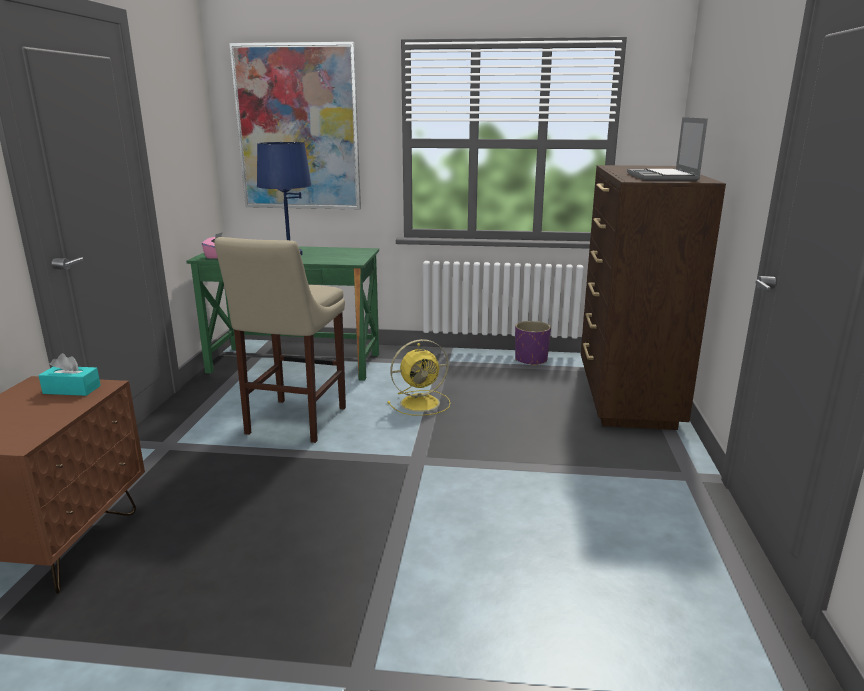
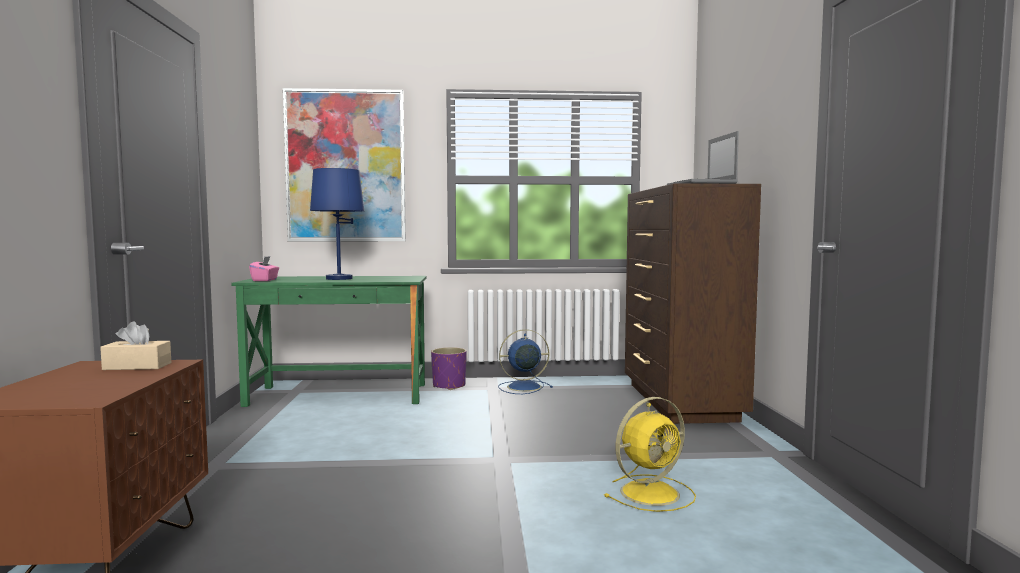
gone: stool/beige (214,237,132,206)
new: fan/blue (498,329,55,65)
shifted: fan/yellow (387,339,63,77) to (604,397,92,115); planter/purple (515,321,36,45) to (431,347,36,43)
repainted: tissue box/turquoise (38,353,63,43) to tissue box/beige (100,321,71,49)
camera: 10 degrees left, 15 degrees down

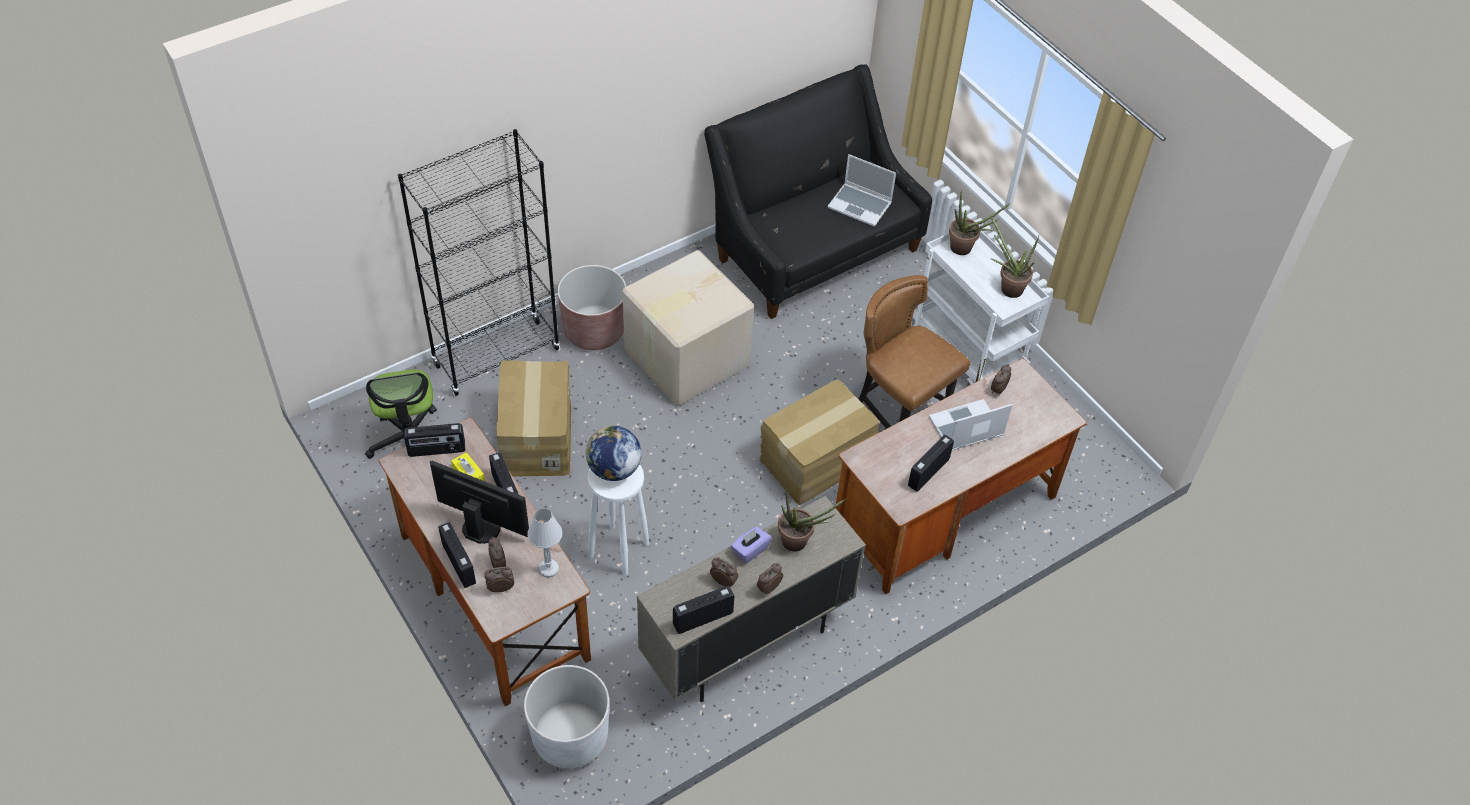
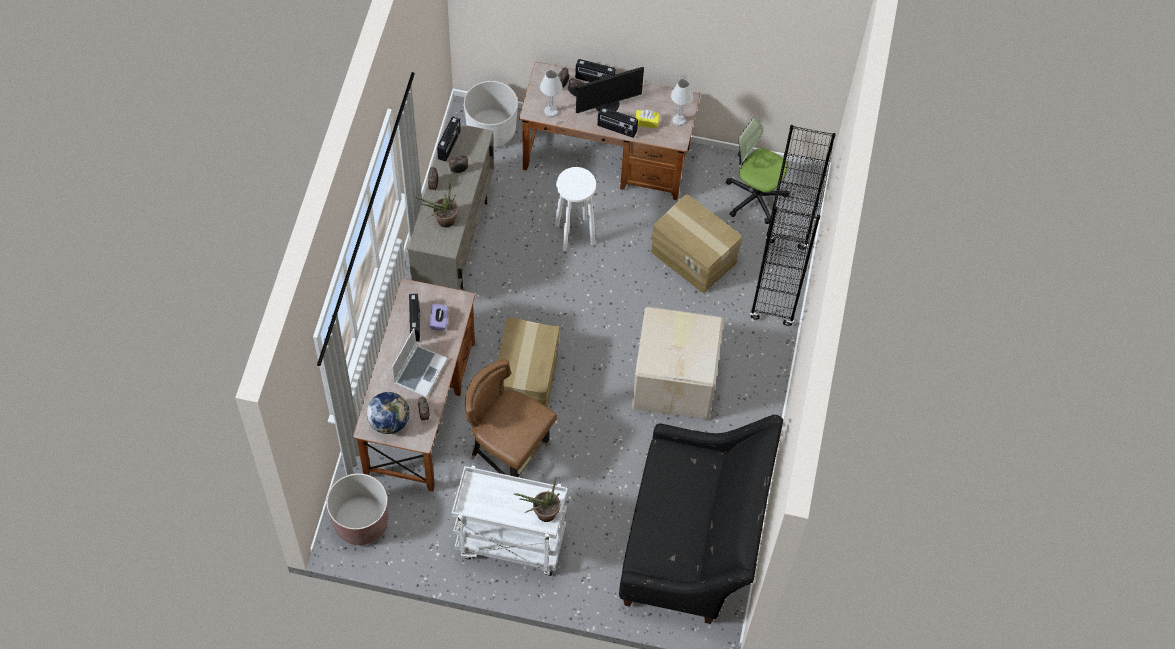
gone: laptop (828,154,68,73); potted plant (991,217,48,81)
shifted: planter/brown (558,265,68,85) to (326,473,62,72); globe (586,426,56,55) to (367,392,43,42); tissue box/purple (731,526,41,37) to (430,303,18,28)
swapped: radio (404,423,61,34) to table lamp/white (671,79,22,47)
rotated: chair/brown (858,275,112,154) = (465,360,92,117) 150 degrees counterclockwise
camera: 135 degrees right, 10 degrees up

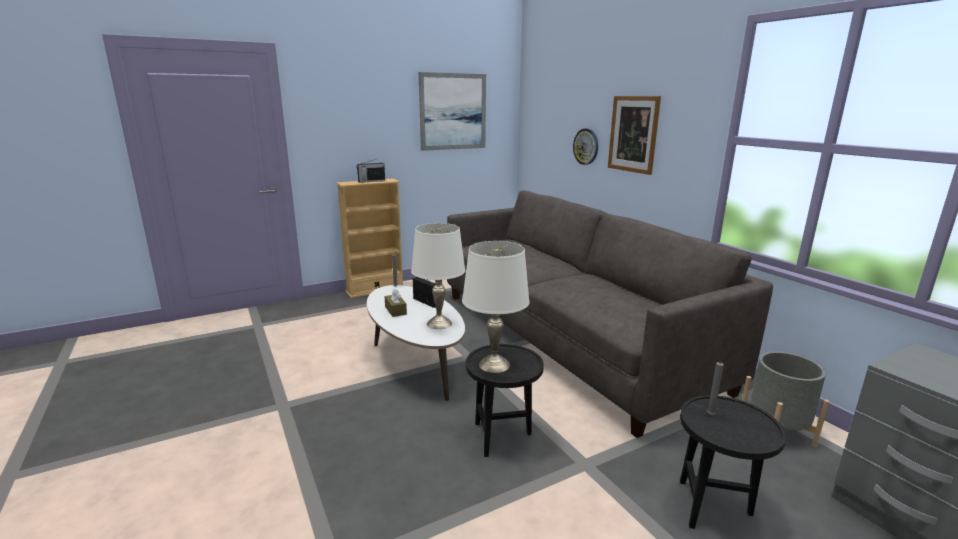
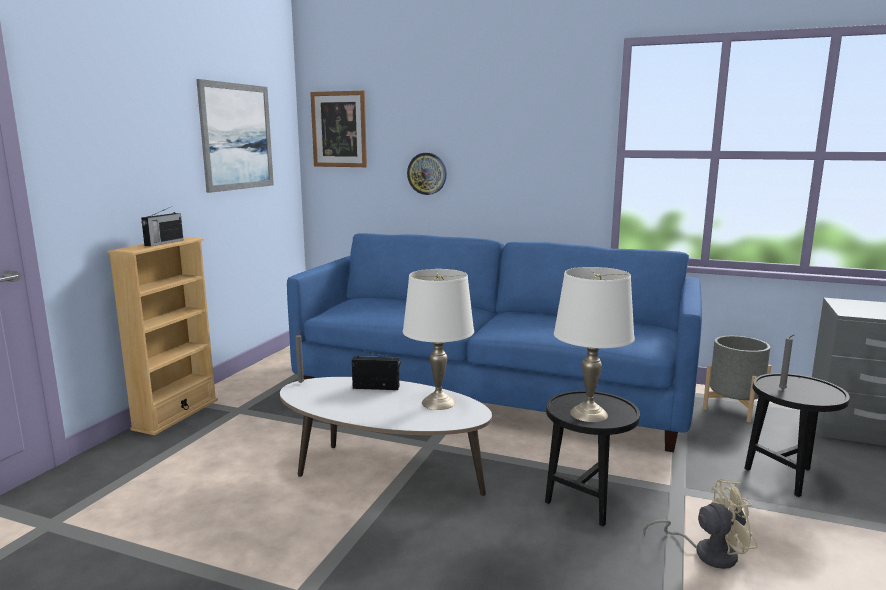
gone: tissue box/brown (385,289,22,28)
new: fan/beige (643,479,115,90)
shifted: picture (608,96,53,79) to (310,91,57,76)
repainted: sofa/grey (447,190,326,248) to sofa/blue (287,233,415,219)
camera: 40 degrees left, 5 degrees down

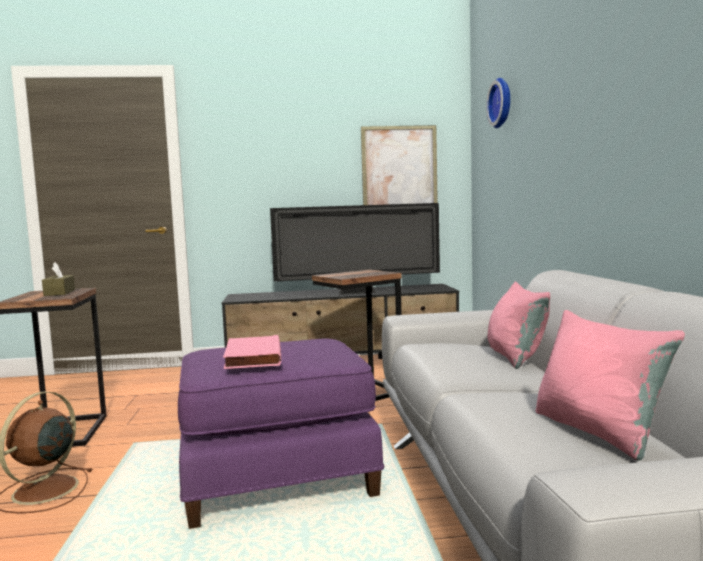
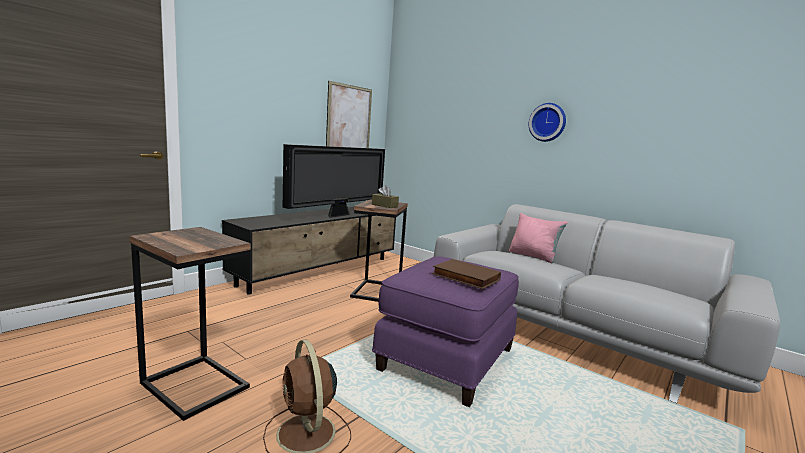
gone: pillow/pink (535,310,150,151)
shifted: tissue box/brown (42,262,33,34) to (372,185,27,23); wall clock (486,78,24,50) to (529,103,37,39)
repainted: book/pink (223,335,58,34) to book/brown (432,259,69,30)
camera: 45 degrees left, 5 degrees up

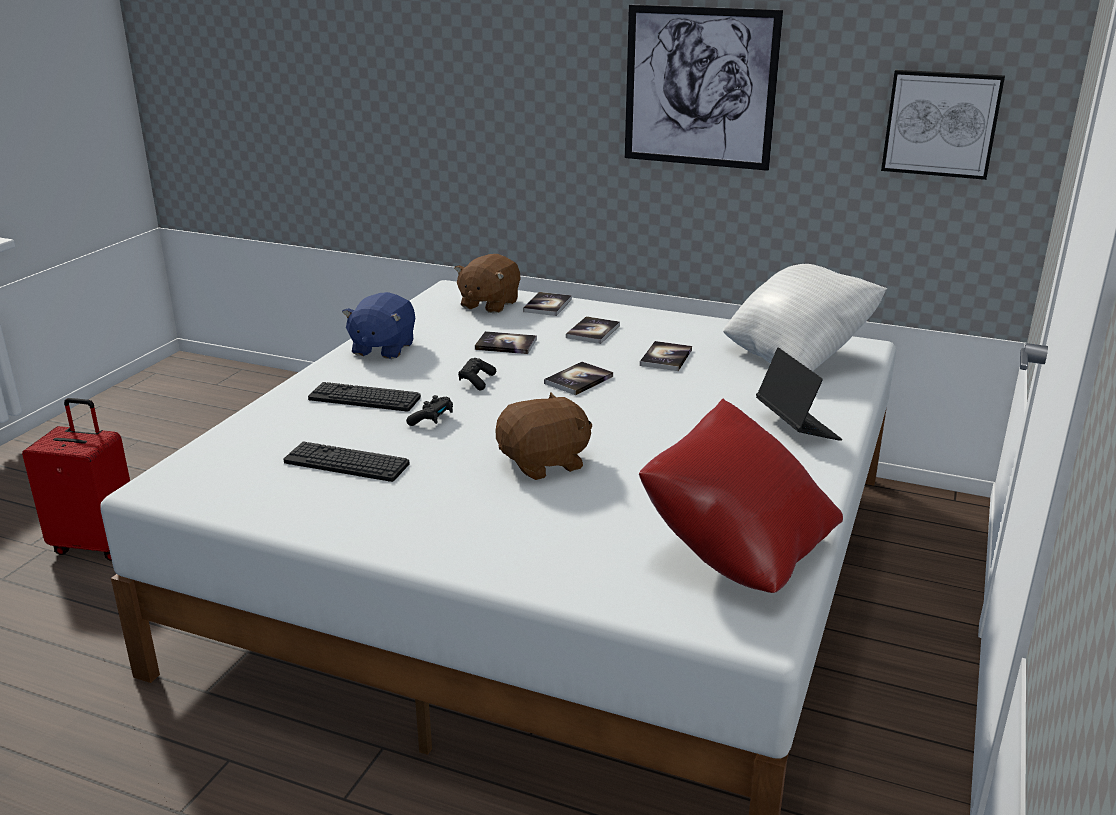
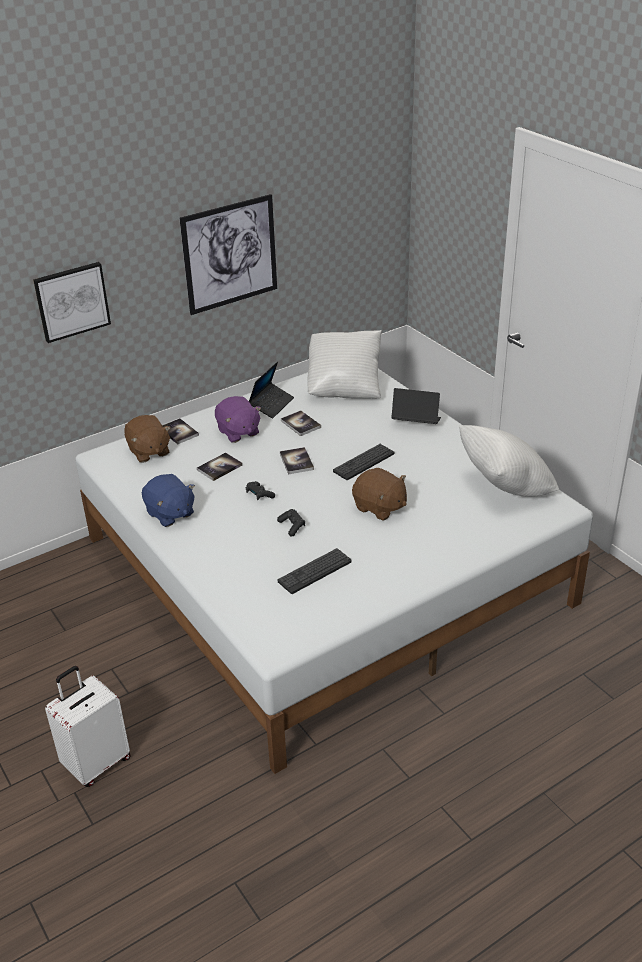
new: laptop (249,362,45,56)
shifted: keyboard (308,382,113,30) to (333,444,61,36); picture (881,70,124,110) to (33,262,78,81)
swapped: book (566,316,54,28) to plush toy/purple (215,396,46,47)
repainted: suitcase/red (22,398,108,163) to suitcase/white (45,666,86,121); pillow/red (639,399,204,194) to pillow/white (459,425,100,72)
rotated: plush toy/brown (495,392,97,88) = (352,468,55,53) 120 degrees clockwise
camera: 55 degrees left, 10 degrees up

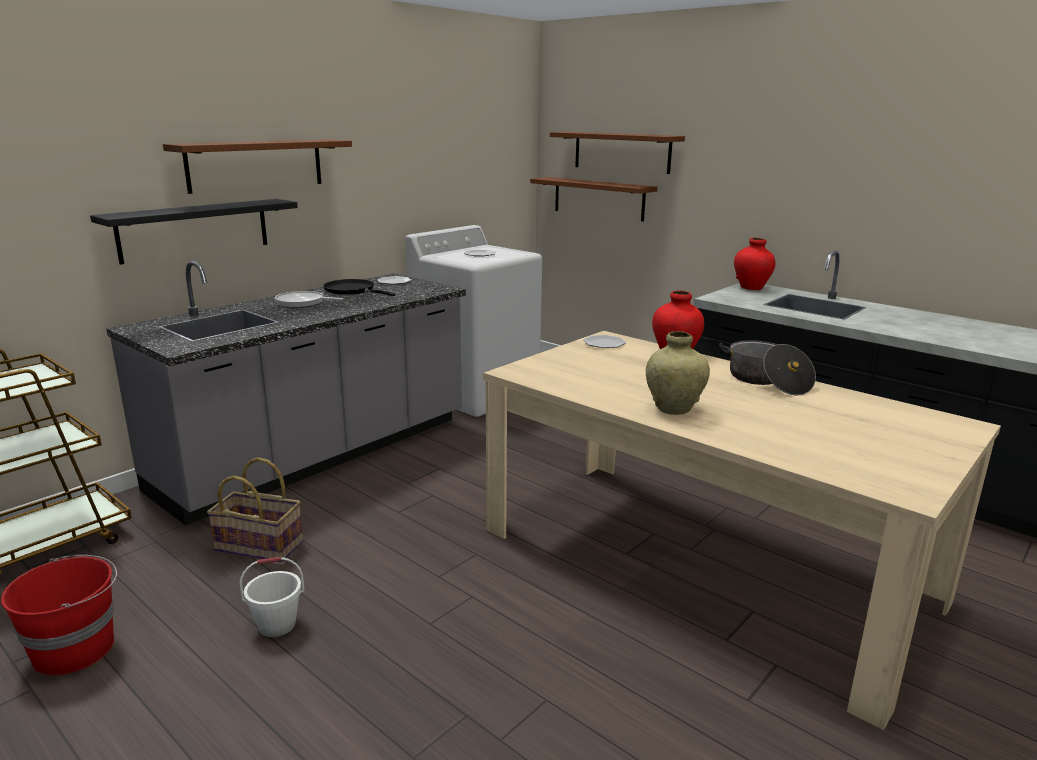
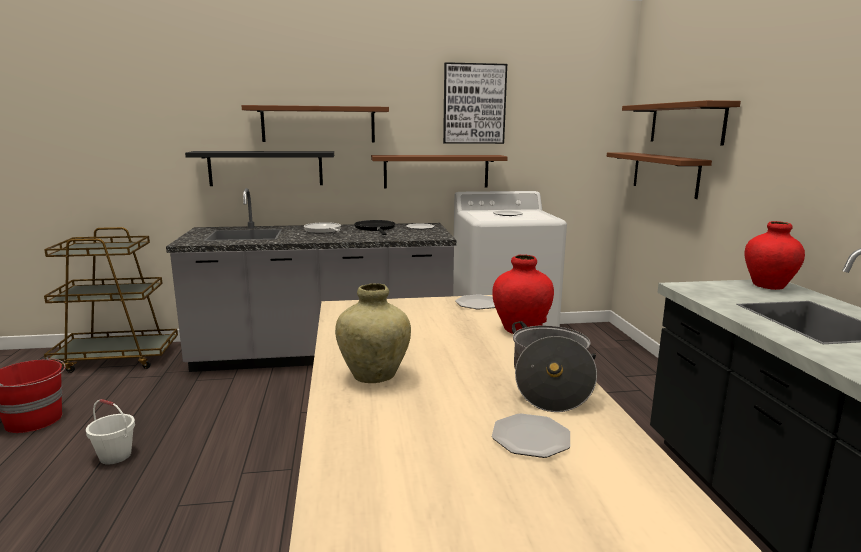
gone: basket (207,457,96,105)
new: shelf/brown (371,155,137,34); picture (443,62,64,82); plate (492,413,78,45)
camera: 40 degrees right, 5 degrees down

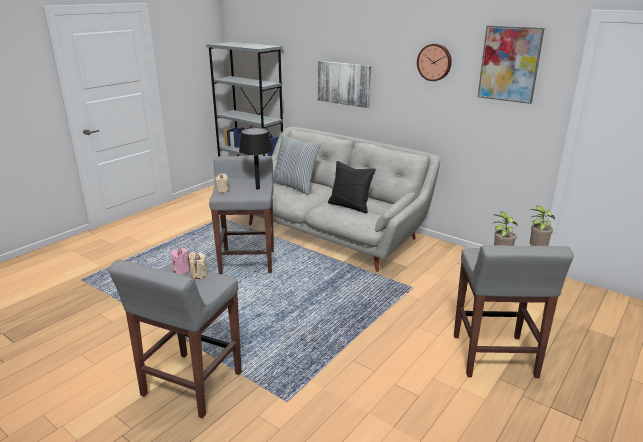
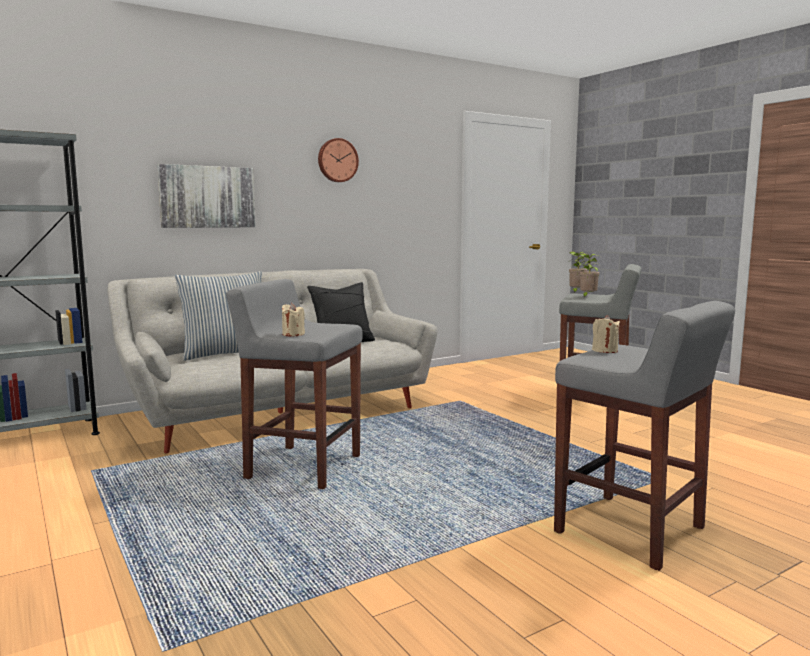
gone: candle/pink (171,248,19,26); table lamp/black (239,128,34,62); picture (478,25,67,79)
camera: 70 degrees left, 15 degrees down

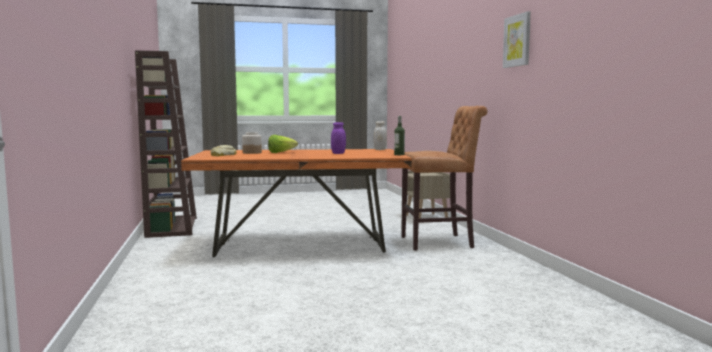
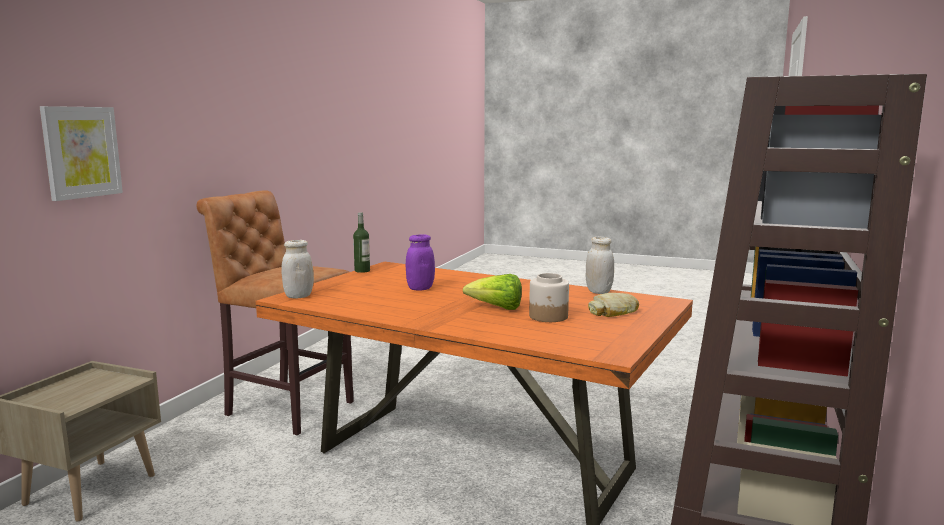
new: jar/white (586,237,28,57)
shifted: picture (503,11,28,57) to (40,106,83,95)
camera: 145 degrees left, 5 degrees up

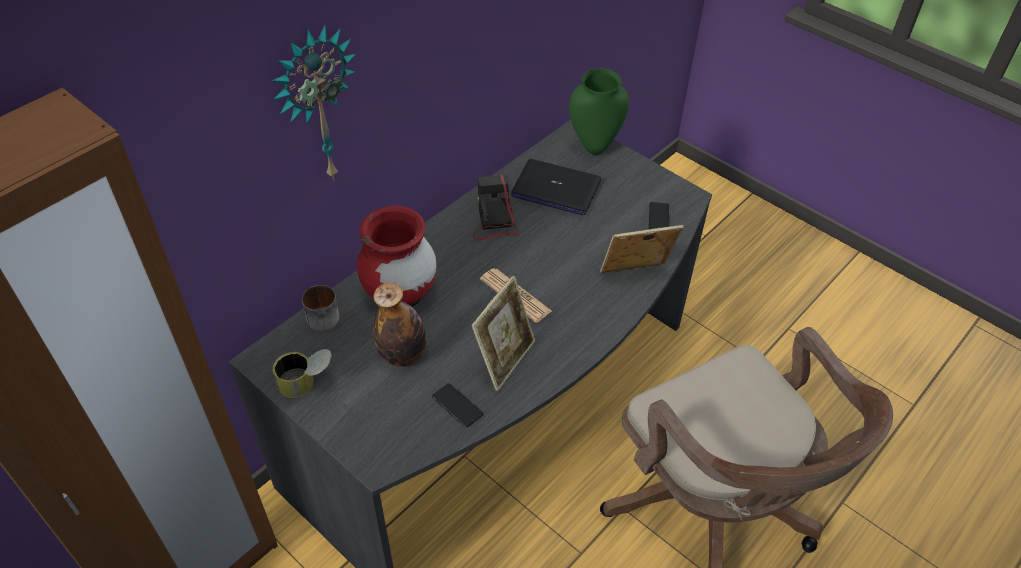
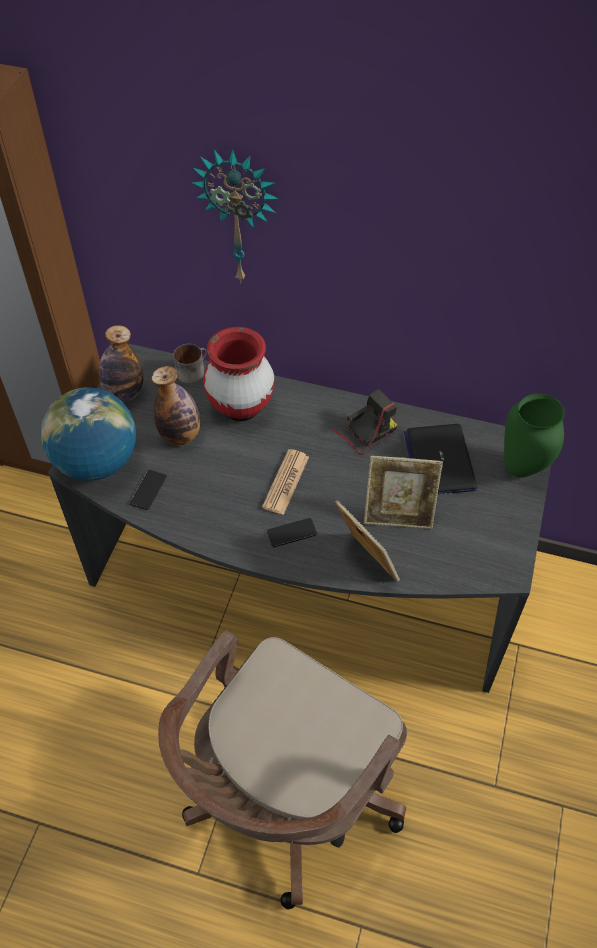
new: globe (41,388,95,93)
shifted: picture frame (471,276,64,115) to (364,456,79,73); phone (649,202,21,27) to (267,518,50,29)
swapped: can (272,349,60,49) to bottle (99,325,44,76)
camera: 65 degrees right, 5 degrees up

